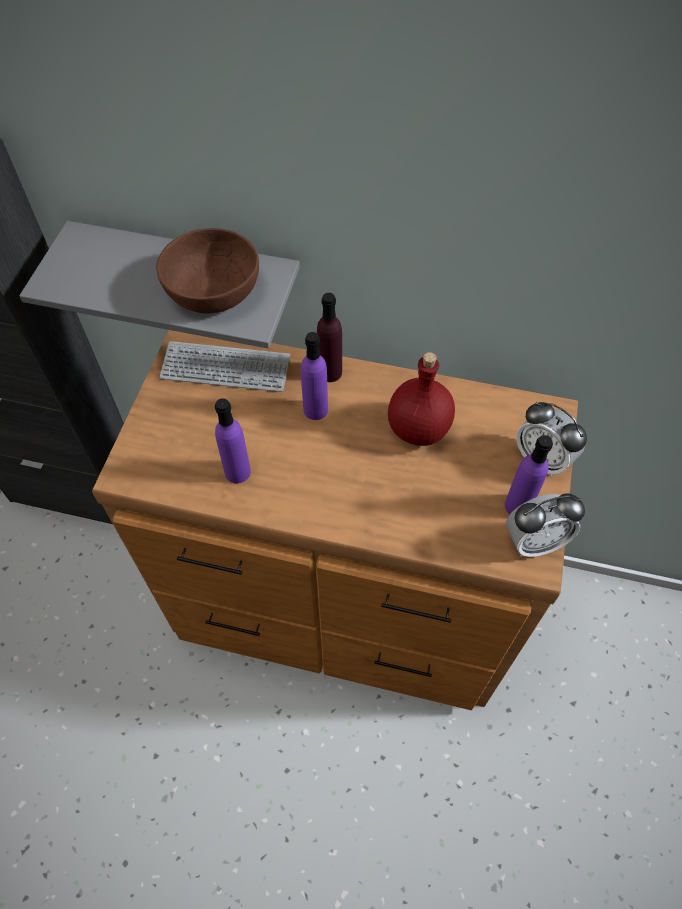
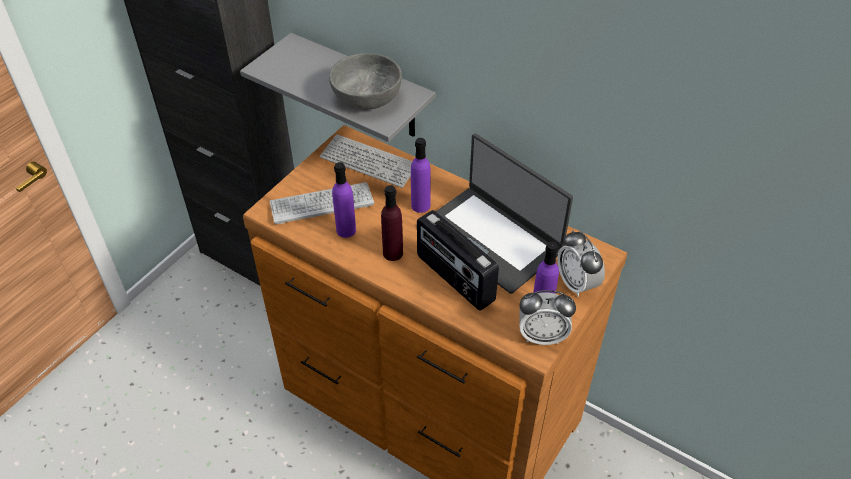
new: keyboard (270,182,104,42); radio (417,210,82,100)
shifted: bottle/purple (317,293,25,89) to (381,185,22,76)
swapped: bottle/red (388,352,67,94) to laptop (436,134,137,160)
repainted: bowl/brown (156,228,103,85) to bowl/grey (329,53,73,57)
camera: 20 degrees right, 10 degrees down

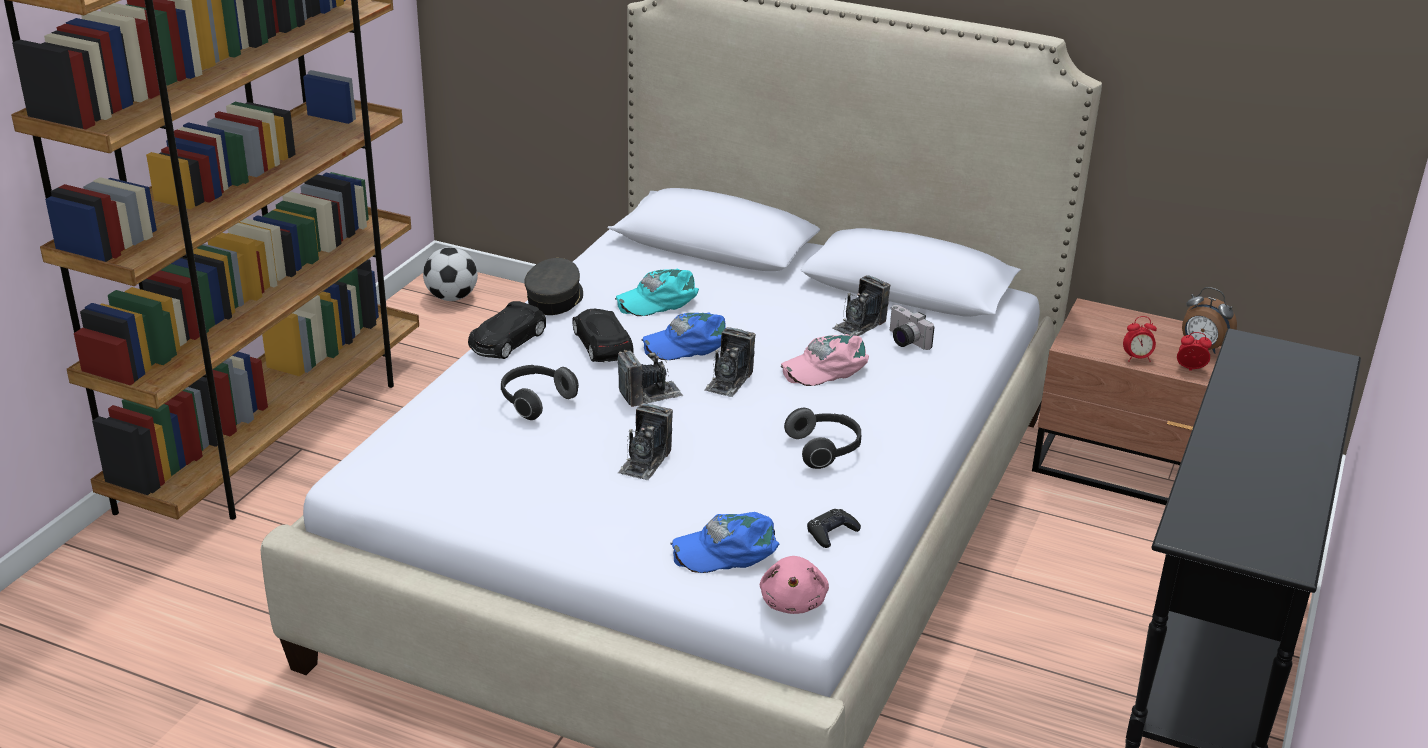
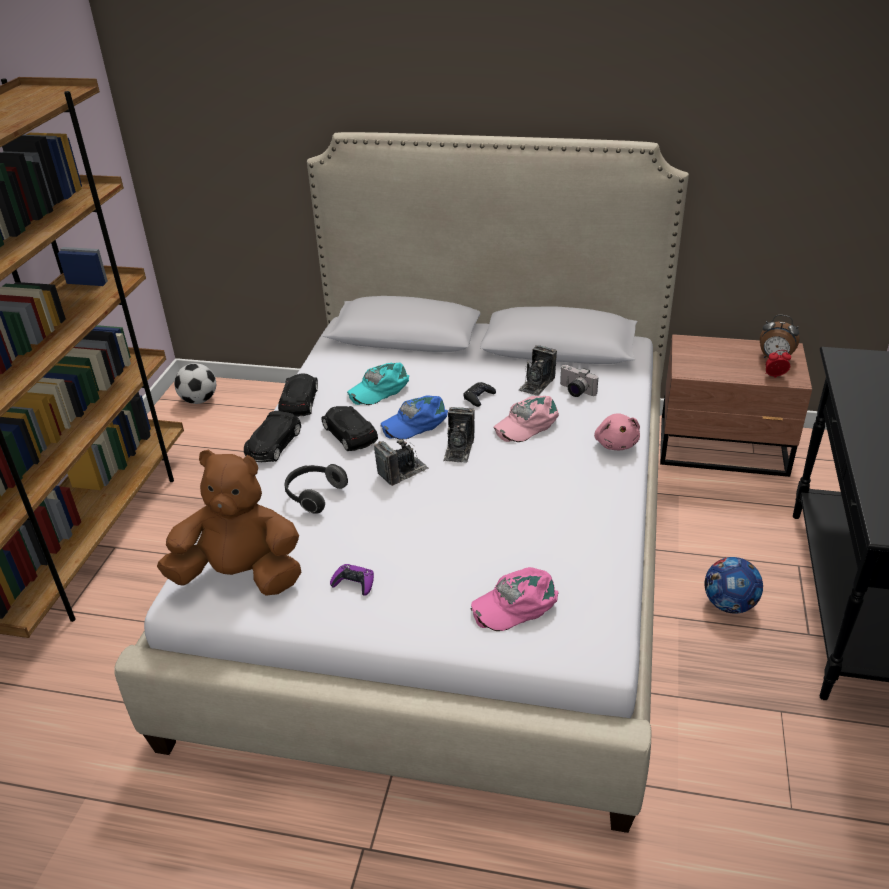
gone: photo camera (618,403,55,77); headphones (784,408,77,61); alarm clock (1123,316,34,46)
new: plush toy/brown (157,449,144,147); game controller/purple (330,564,44,32); football (705,557,58,57)
shifted: plush toy/pink (760,556,69,58) to (594,413,46,37); game controller/black (807,509,54,39) to (463,382,33,25)
swapped: cap/grey (524,258,59,57) to toy car/black (278,373,40,44)
repainted: cap/blue (671,512,108,61) to cap/pink (470,567,89,64)
camera: 10 degrees left, 5 degrees up

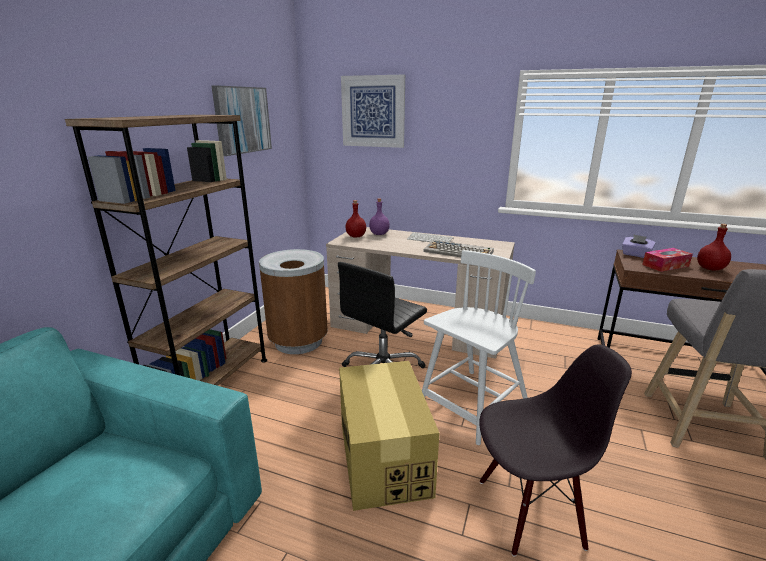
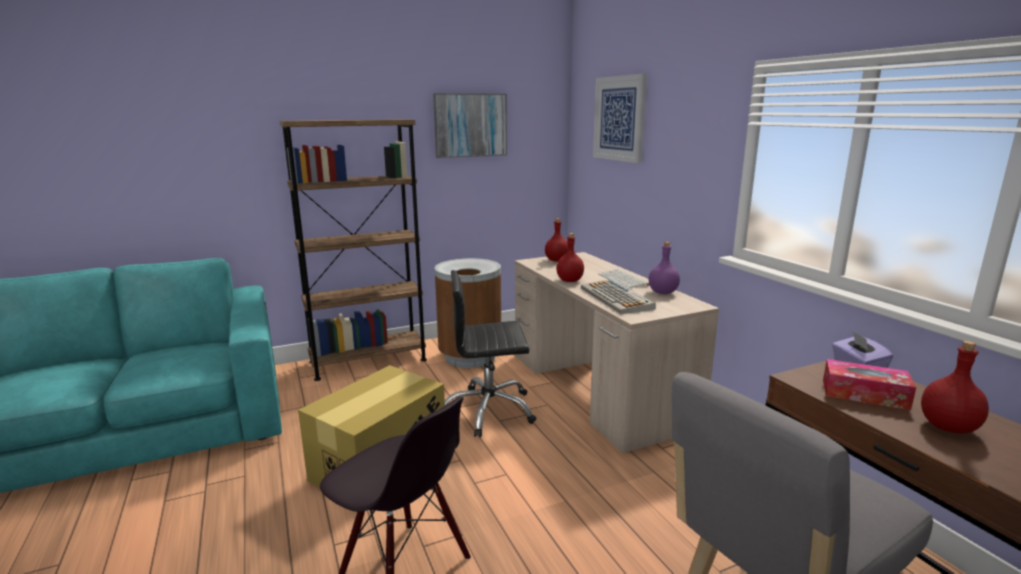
gone: chair/white (422,250,114,195)
new: bottle/red (556,233,28,49)
shifted: bottle/purple (369,198,21,37) to (649,242,31,52)
camera: 45 degrees right, 5 degrees down

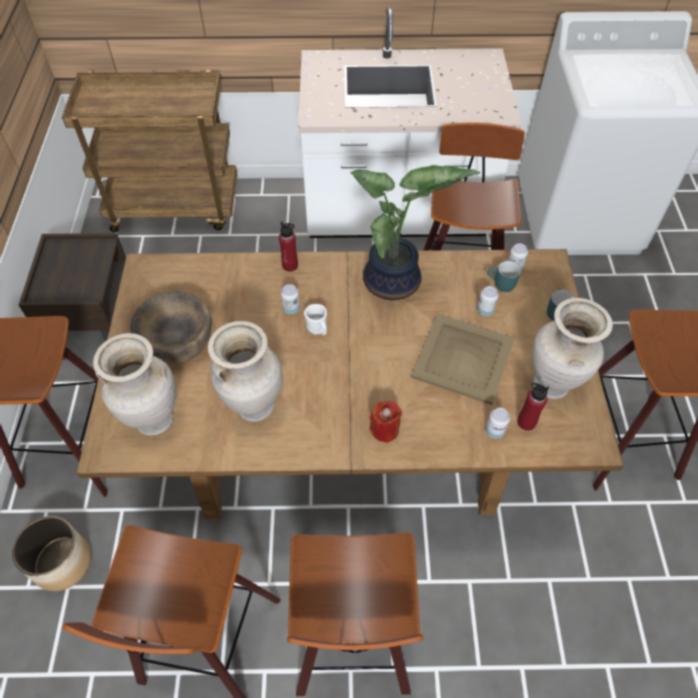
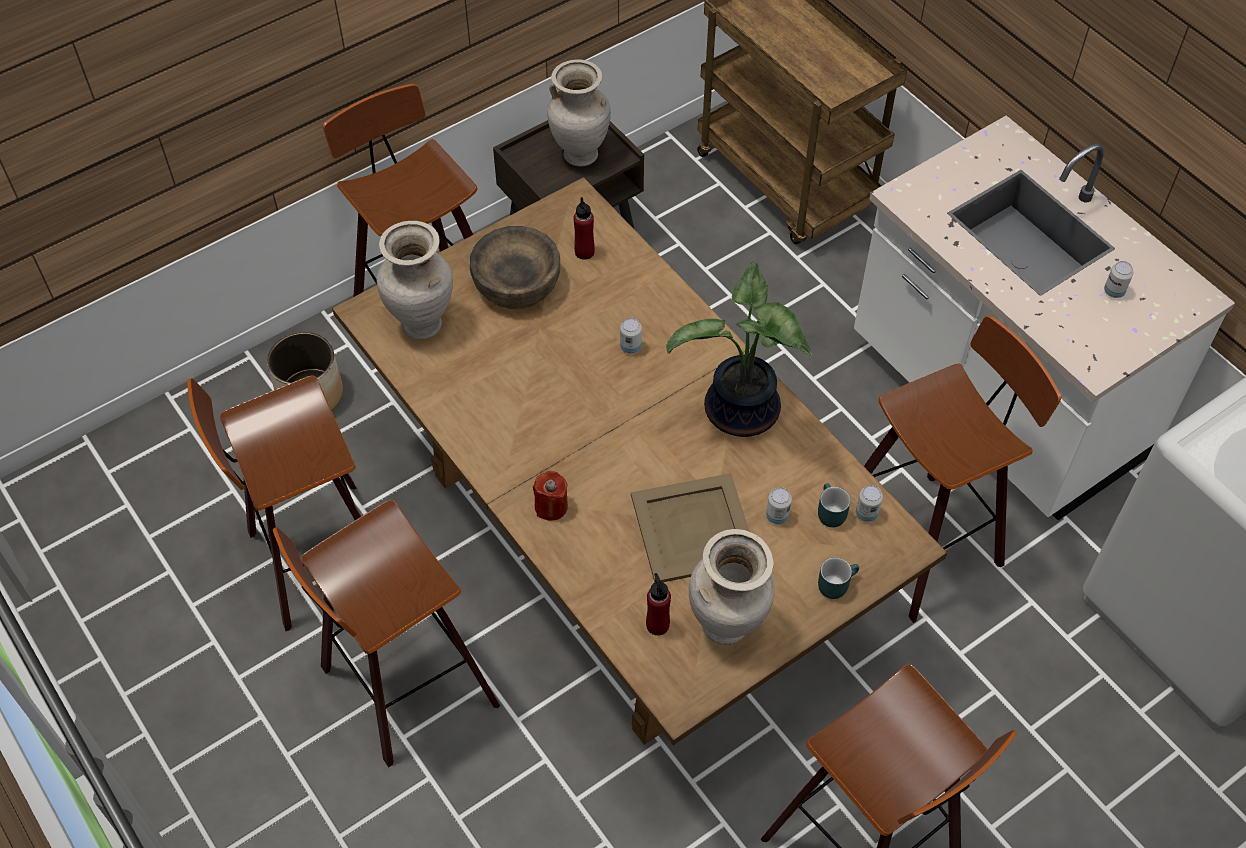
gone: mug/white (304,304,23,31)
shifted: vase/beige (208,321,75,101) to (547,59,64,108); bottle/red (279,221,19,51) to (573,197,22,63); can (485,407,25,31) to (1104,261,29,37)
camera: 55 degrees right, 0 degrees up

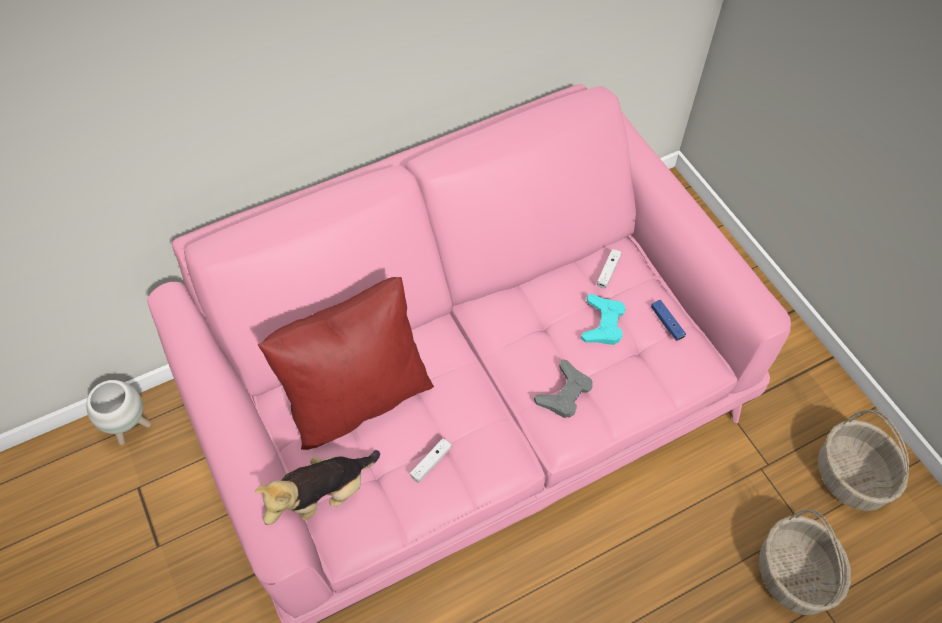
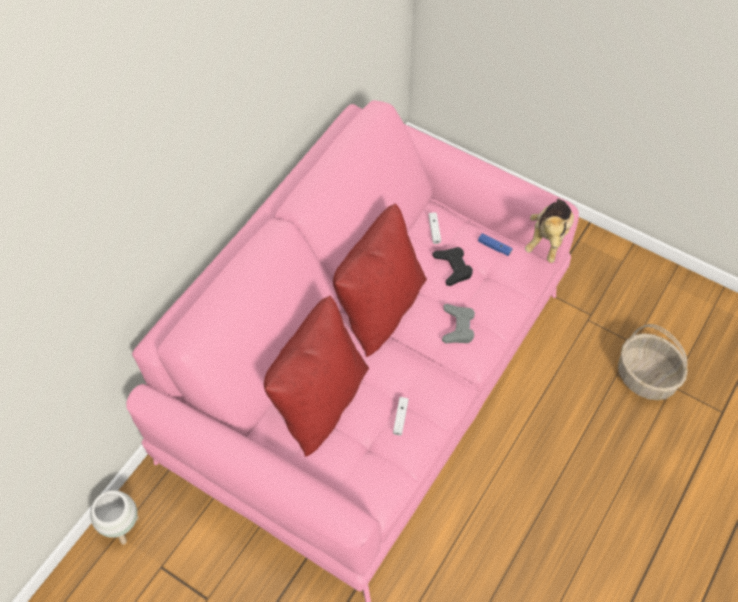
gone: basket (818,410,91,101)
new: pillow/red (333,203,94,154)
shifted: plush toy (255,450,125,75) to (525,199,49,64)
repainted: game controller/turquoise (581,294,45,51) to game controller/black (432,247,41,39)
camera: 30 degrees left, 0 degrees up

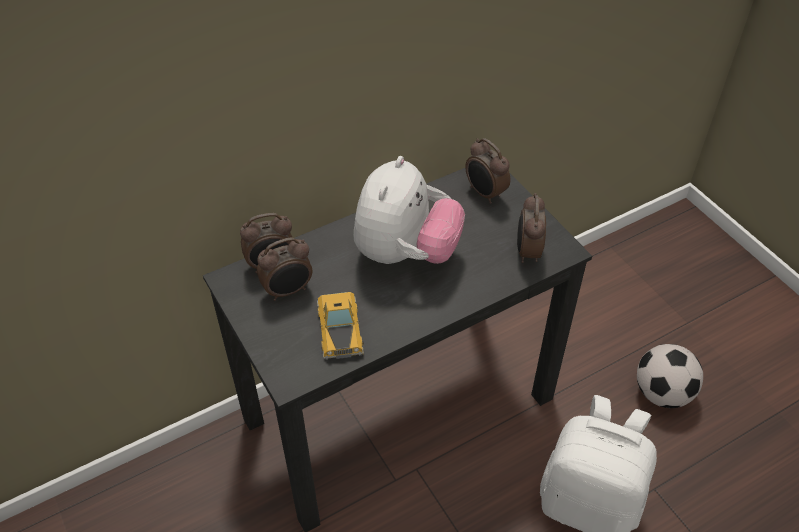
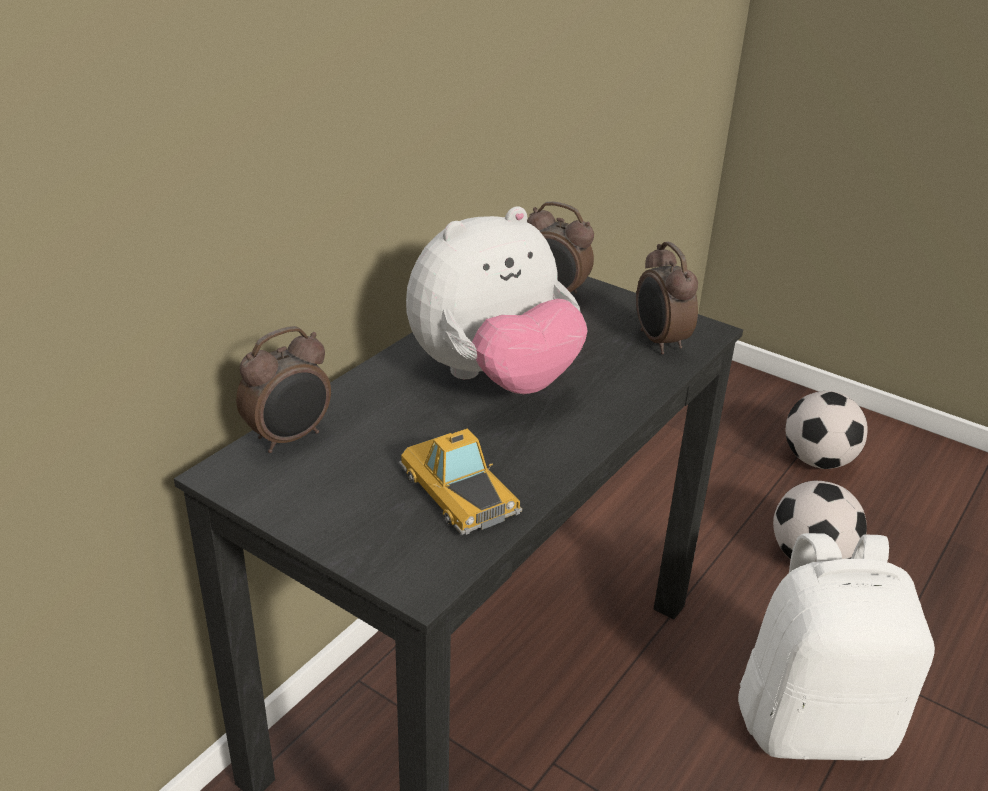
gone: alarm clock (257,237,56,64)
new: football (786,391,82,78)
rotated: plush toy (354,156,111,108) = (406,206,181,188) 60 degrees clockwise
camera: 25 degrees left, 15 degrees down

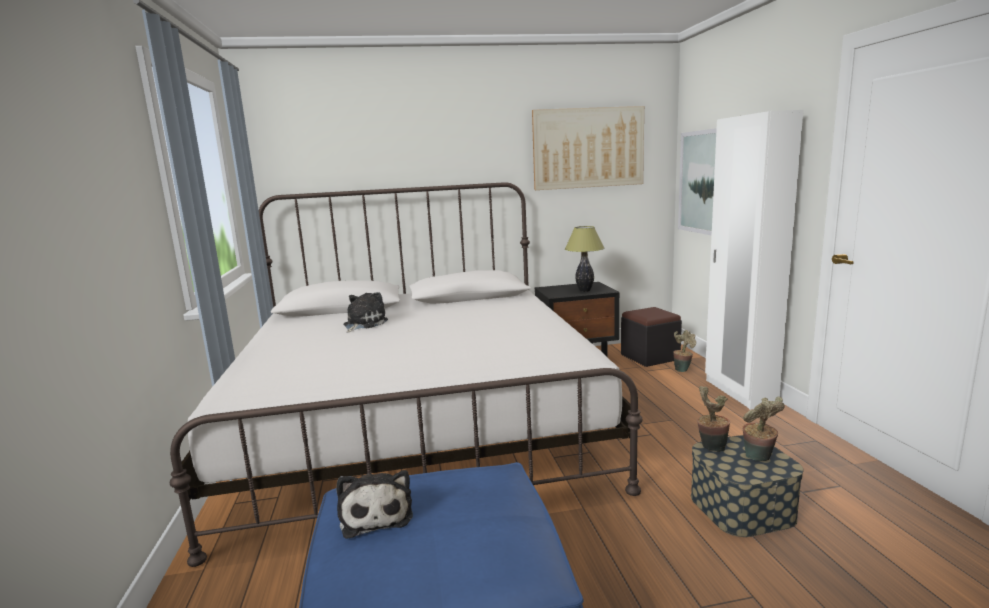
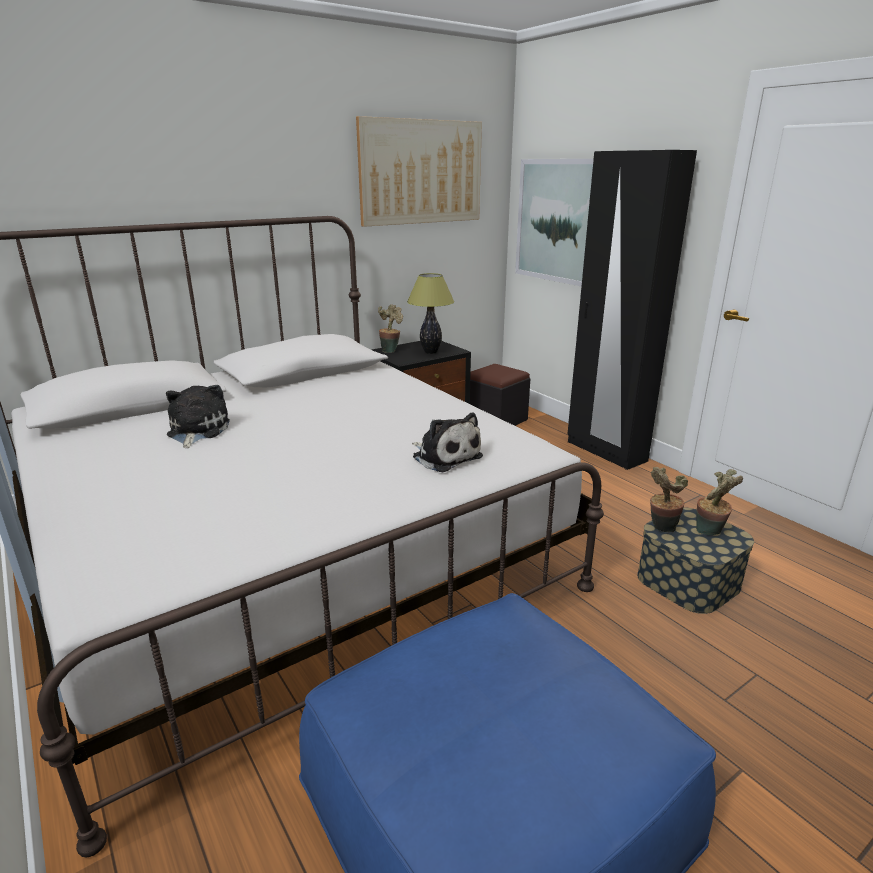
shifted: plush toy (336,470,77,69) to (412,413,71,59); potted plant (673,330,23,42) to (378,304,25,49)
repainted: wardrobe/white (705,110,98,300) to wardrobe/black (568,150,129,320)
camera: 25 degrees left, 10 degrees up

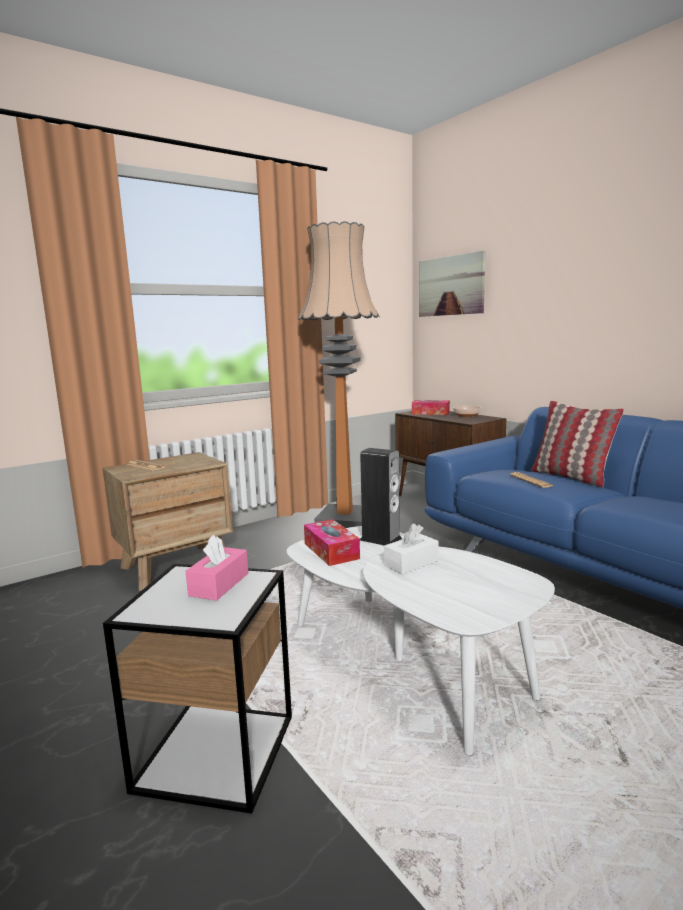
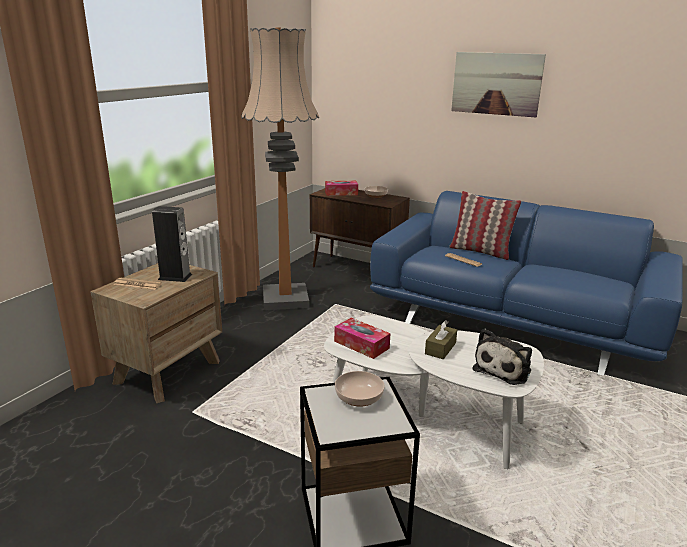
new: plush toy (472,329,60,56)
shifted: speaker (360,448,42,97) to (152,206,40,76); picture (419,250,66,67) to (451,52,95,65)
swapped: tissue box/pink (186,534,62,67) to bowl (335,371,50,36)
repainted: tissue box/white (384,523,54,52) to tissue box/brown (425,321,32,38)
camera: 25 degrees left, 10 degrees up

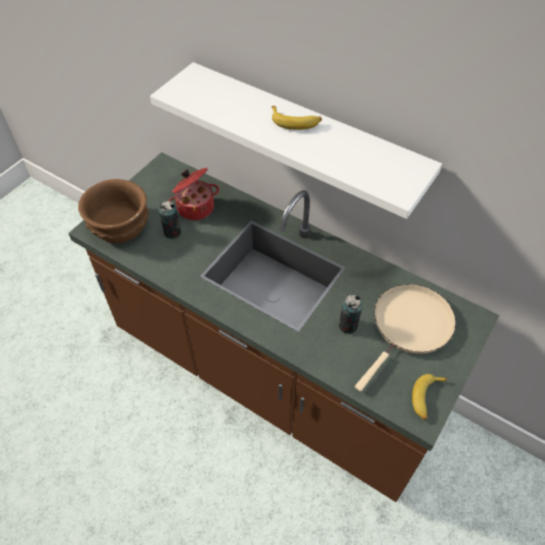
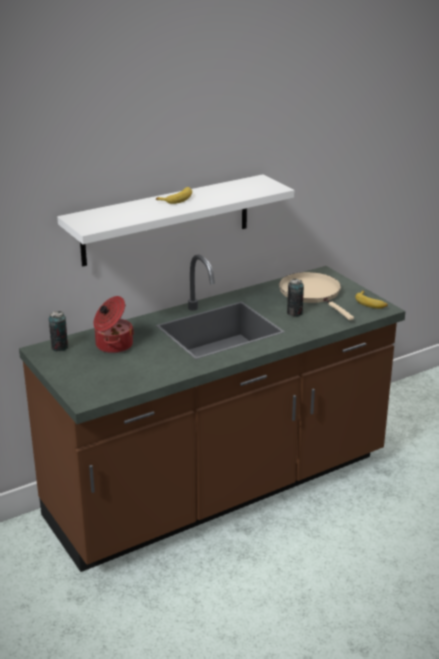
gone: bowl/brown (78,179,71,64)
shifted: can (159,201,22,38) to (49,311,19,40)
camera: 65 degrees left, 25 degrees down

